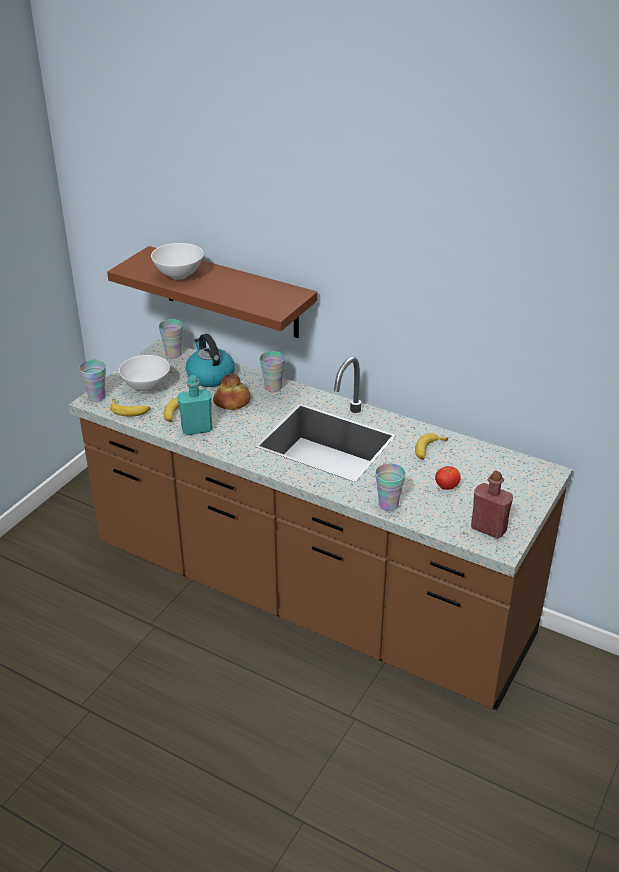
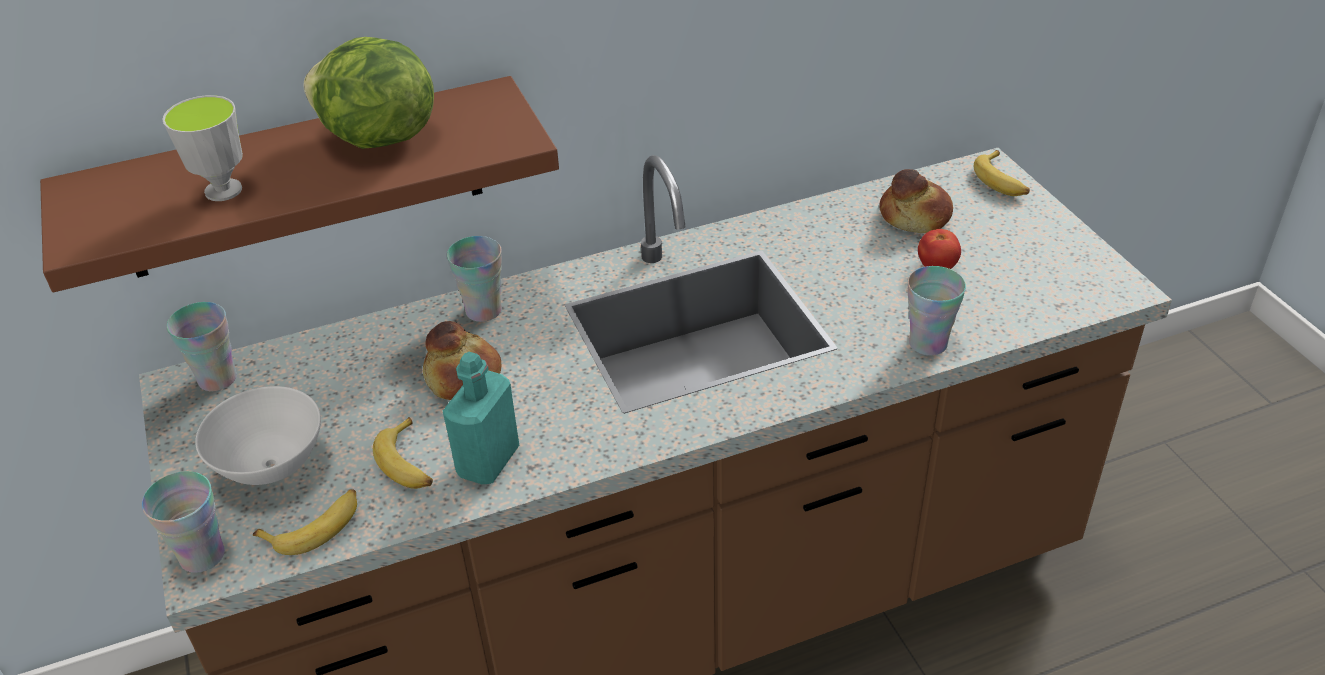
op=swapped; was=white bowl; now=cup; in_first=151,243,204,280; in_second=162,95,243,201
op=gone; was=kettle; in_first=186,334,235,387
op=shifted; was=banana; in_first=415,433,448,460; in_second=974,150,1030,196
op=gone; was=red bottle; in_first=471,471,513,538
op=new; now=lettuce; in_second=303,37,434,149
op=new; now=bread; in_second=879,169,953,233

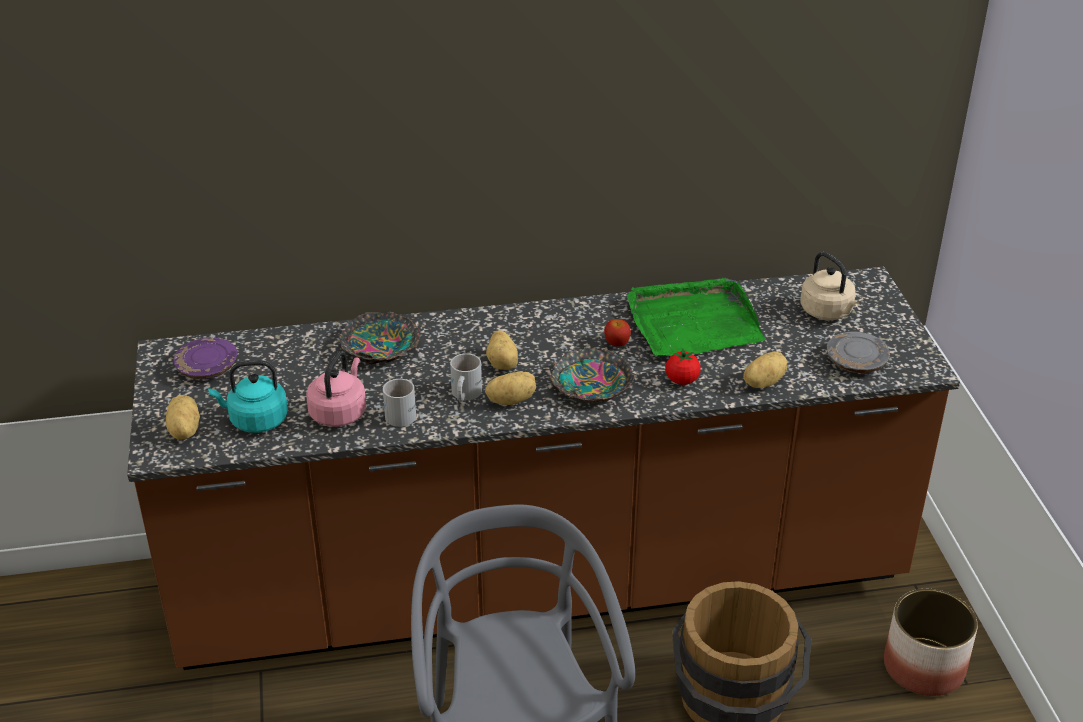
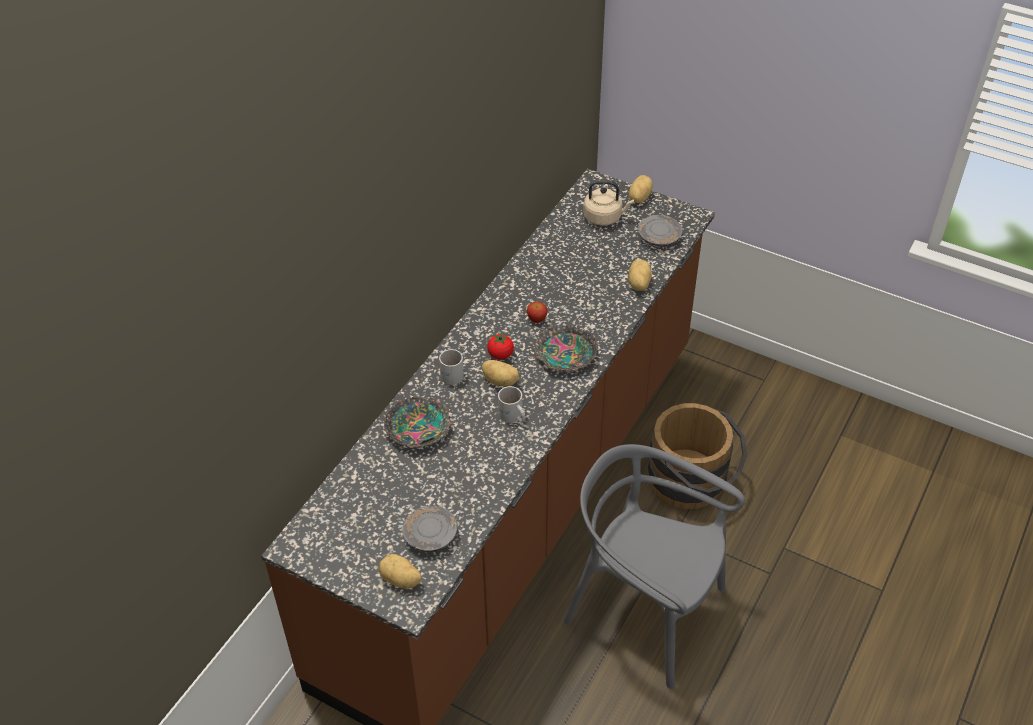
op=gone; was=purple plate; in_first=173,337,237,379
op=swapped; was=turquoise kettle; now=grey plate; in_first=208,360,288,433; in_second=402,506,457,552
op=gone; was=pink kettle; in_first=306,351,366,427
op=shifted; was=white mug; in_first=383,379,416,427; in_second=438,349,464,385
op=shifted; was=potato; in_first=485,372,536,405; in_second=629,175,653,203
op=gone; was=green tray; in_first=627,278,766,357
op=shifted; was=tomato; in_first=665,348,701,385; in_second=487,332,514,360
op=gone; was=planter; in_first=884,589,978,696

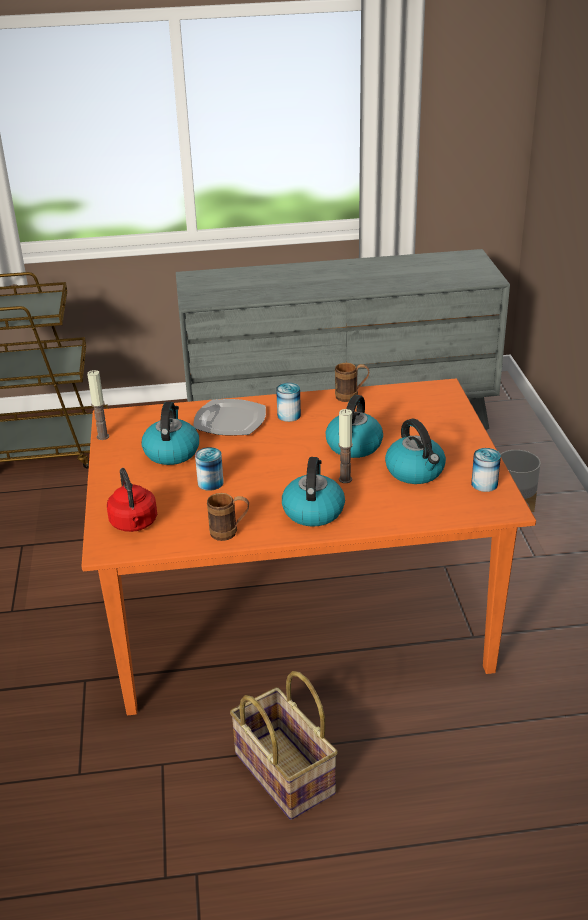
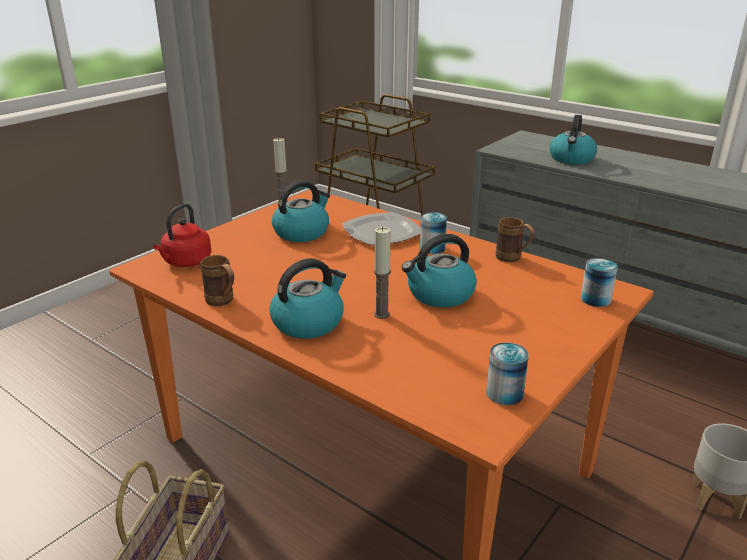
op=shifted; was=can; in_first=195,447,224,491; in_second=581,258,618,307
op=shifted; was=kettle; in_first=385,419,446,484; in_second=550,115,597,165

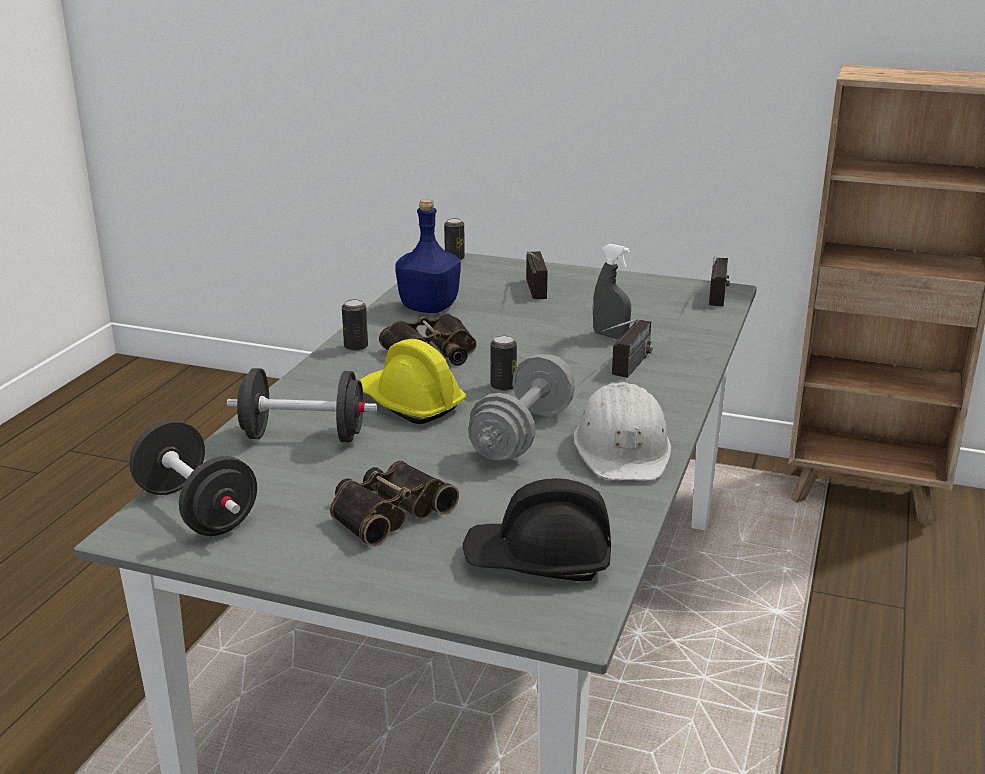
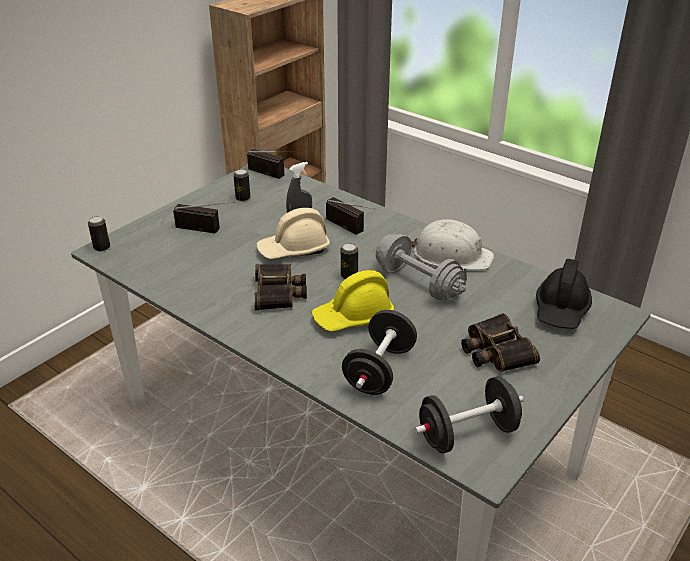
op=shifted; was=can; in_first=342,299,368,351; in_second=233,169,250,201
op=gone; was=blue bottle; in_first=395,199,461,313
op=new; now=beige hard hat; in_second=256,208,330,259

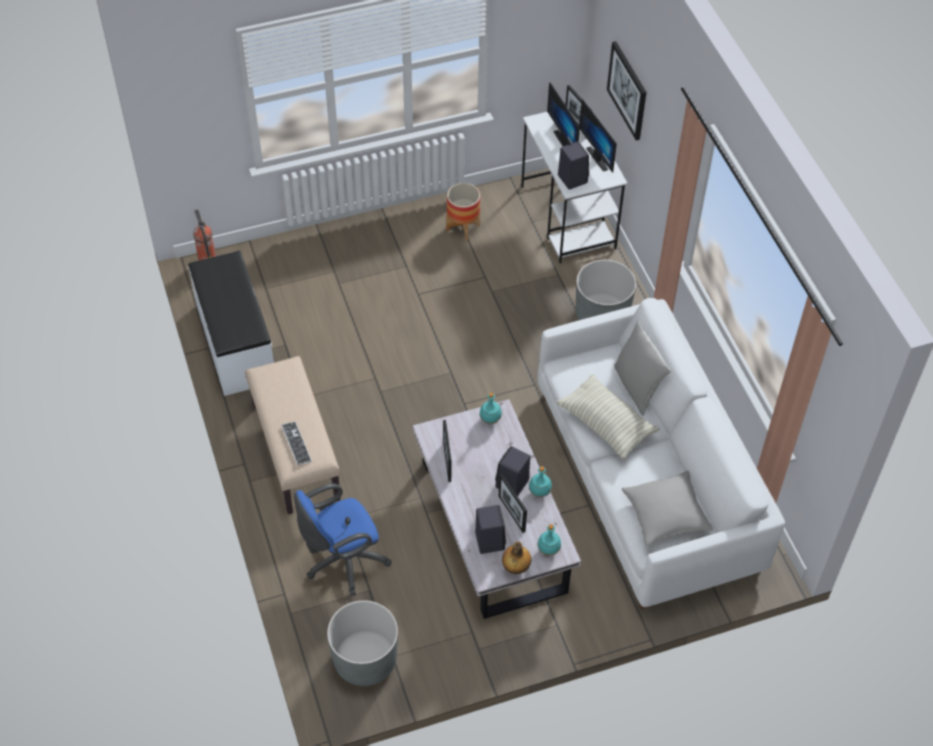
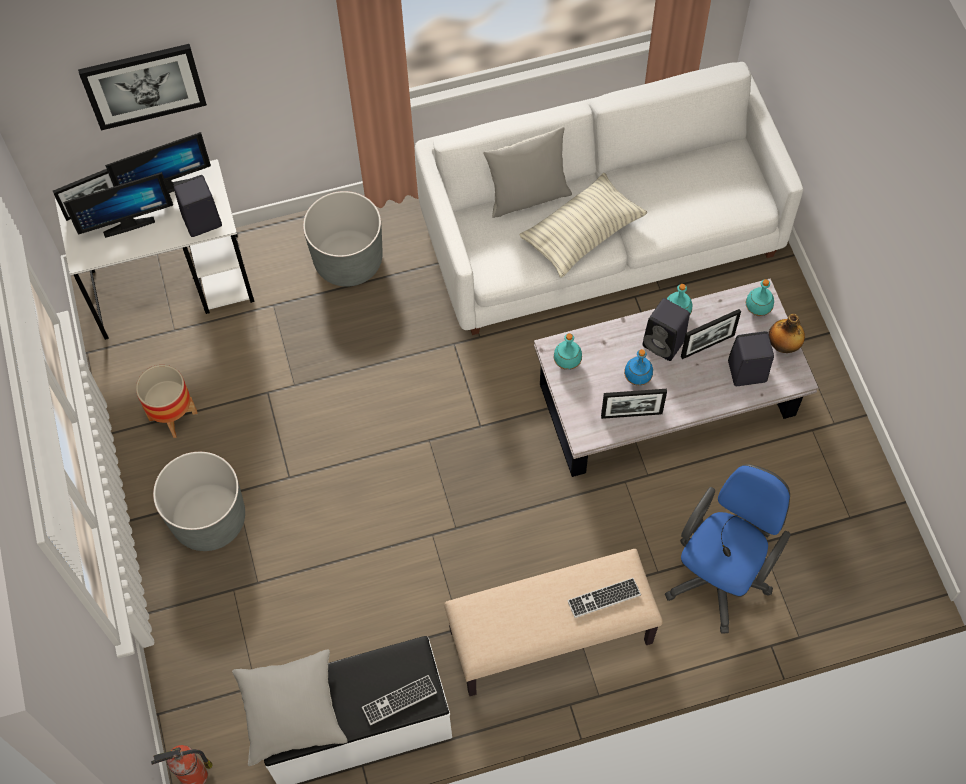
op=rotated; was=blue office chair; in_first=294,483,392,596; in_second=665,464,791,633; clockwise=-120
op=shifted; was=grey planter; in_first=327,600,398,686; in_second=153,452,245,551
op=shifted; was=grey pillow; in_first=622,470,713,547; in_second=232,650,348,766
op=new; now=keyboard; in_second=362,675,437,725
op=new; now=blue bottle; in_second=624,349,653,386

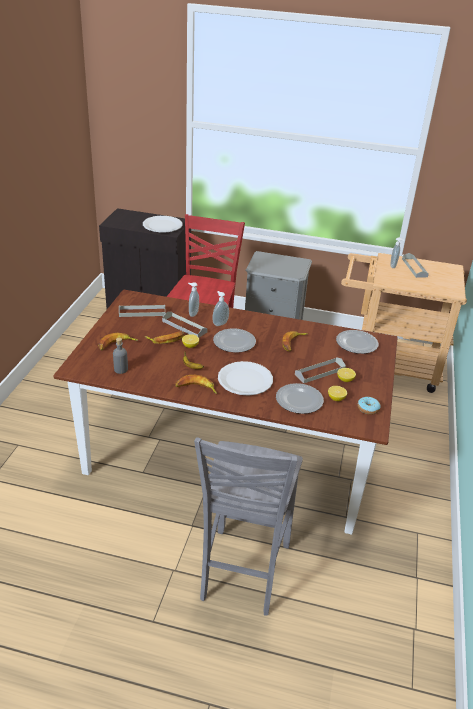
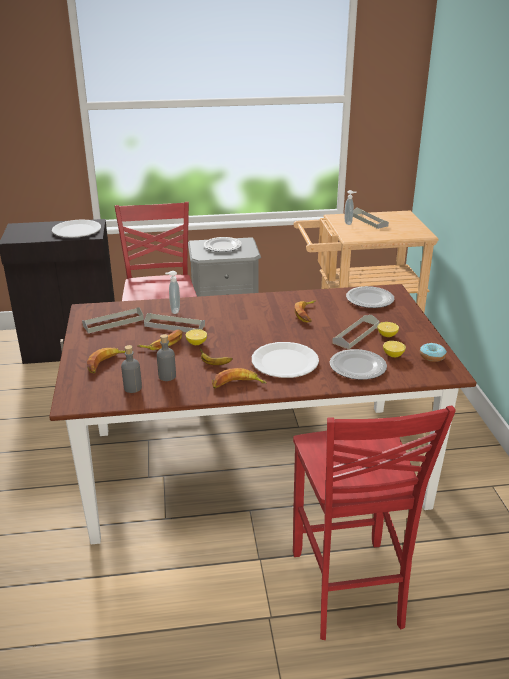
op=repainted; was=grey chair; now=red chair; in_first=194,437,303,616; in_second=293,406,456,640
op=gone; was=soap dispenser; in_first=213,291,229,326
op=shifted; was=plate; in_first=213,328,256,353; in_second=204,237,242,252
op=new; now=grey bottle; in_second=157,334,176,381

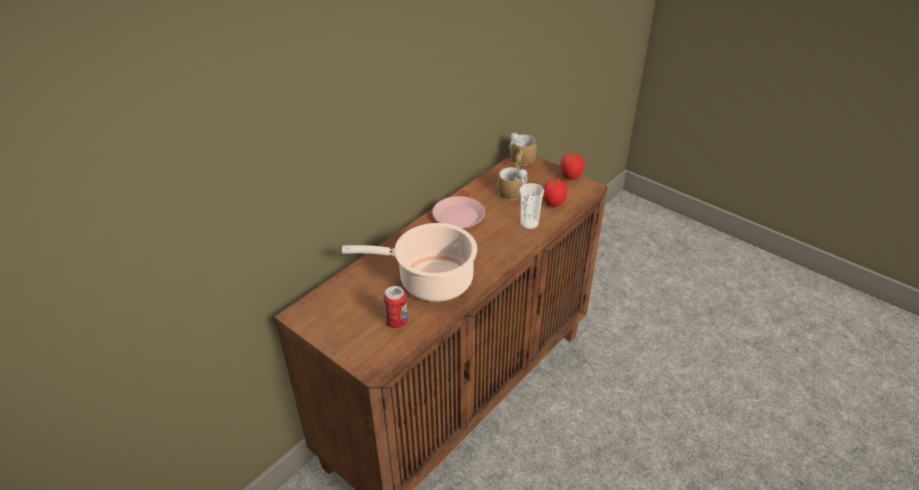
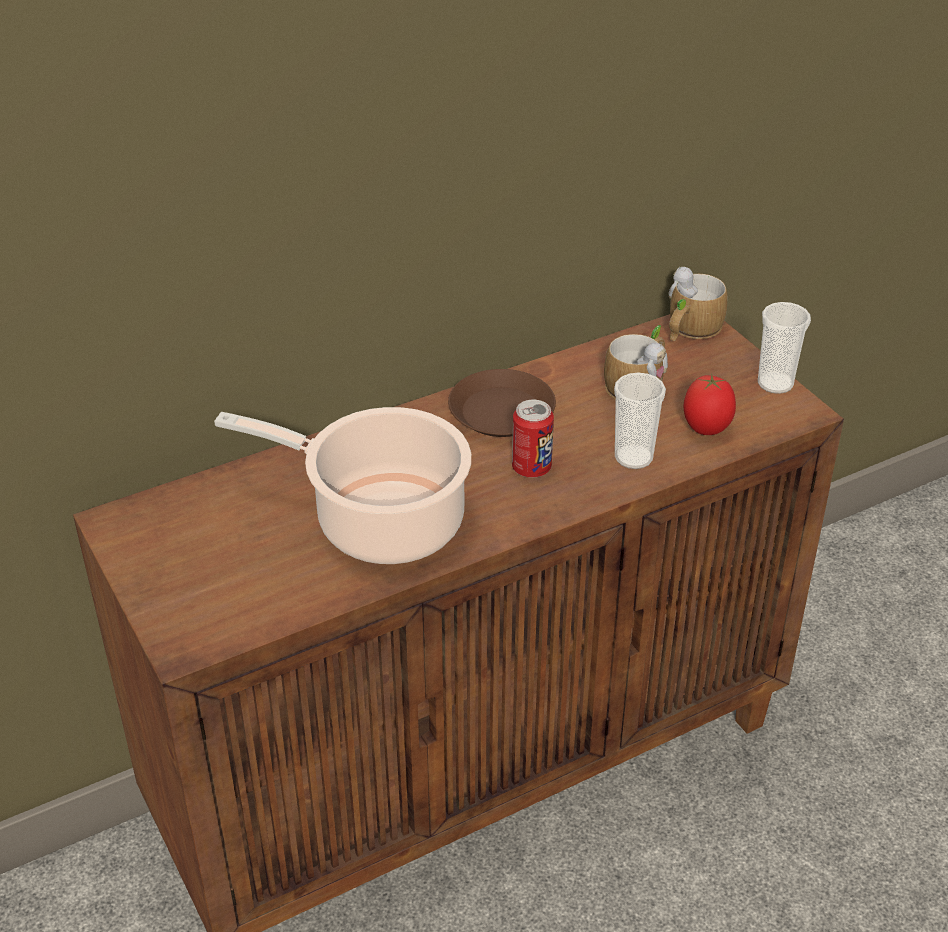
op=shifted; was=can; in_first=383,286,408,328; in_second=512,400,554,478
op=repainted; was=pink plate; now=brown plate; in_first=432,196,485,229; in_second=448,369,556,437
op=swapped; was=tomato; now=cup; in_first=560,153,584,180; in_second=758,302,811,394

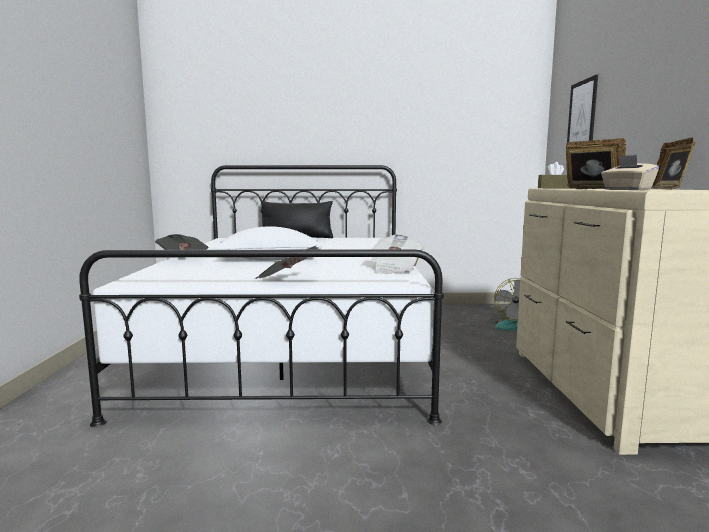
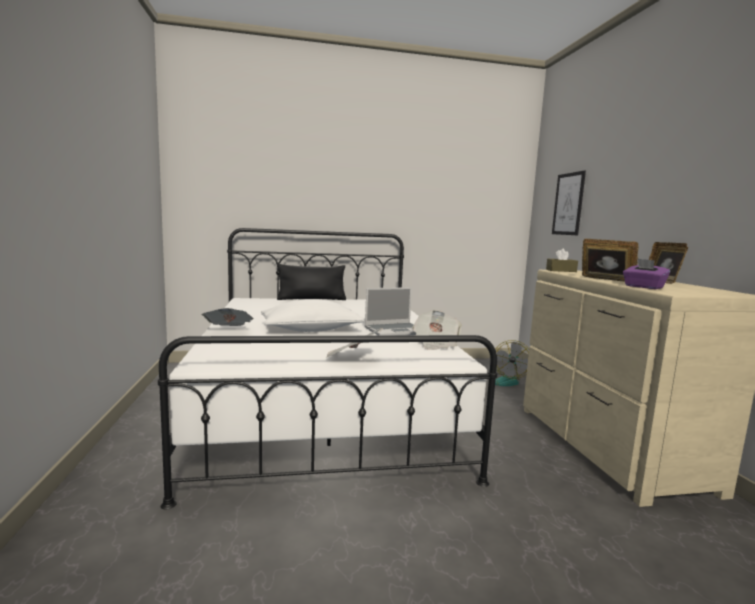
op=repainted; was=beige tissue box; now=purple tissue box; in_first=601,155,659,190; in_second=623,259,670,289
op=new; now=laptop; in_second=365,287,416,336

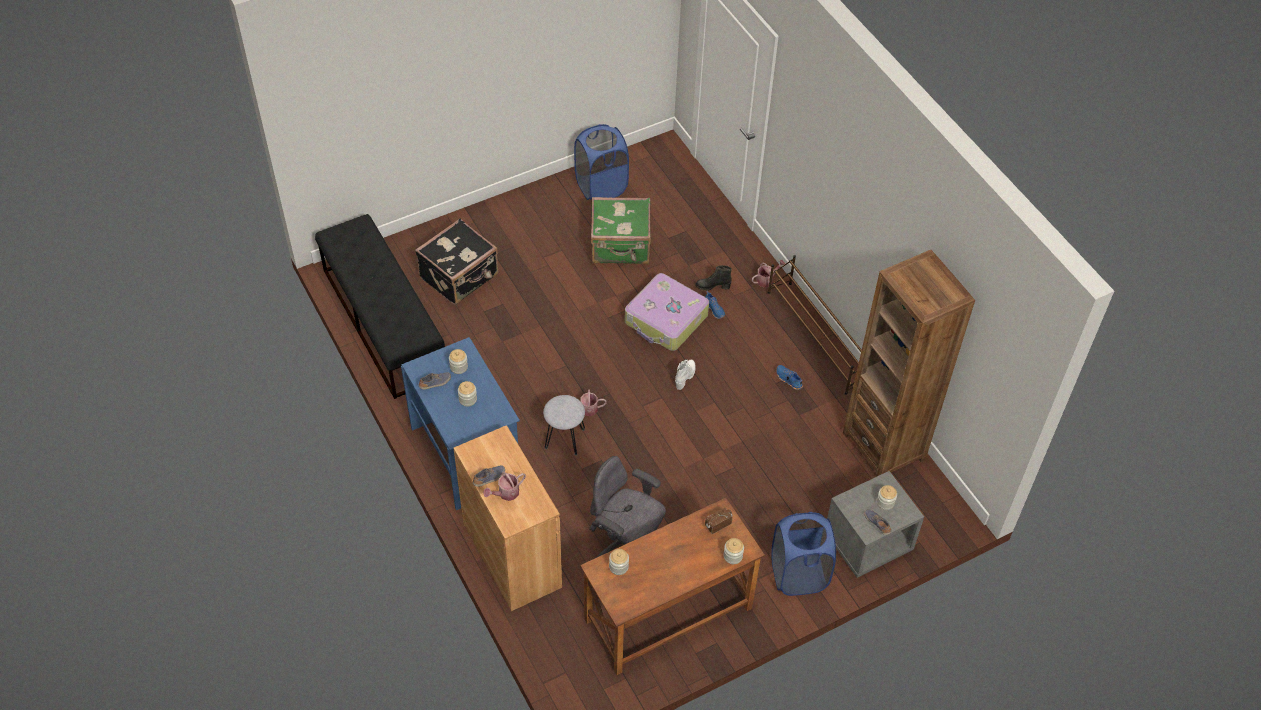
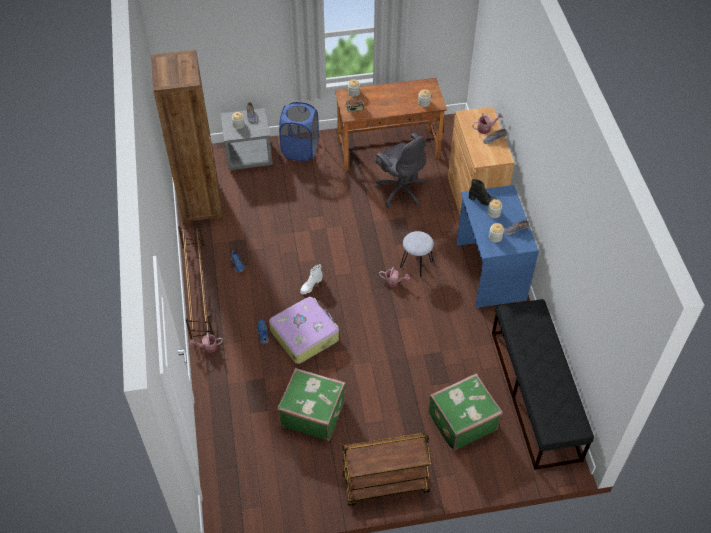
op=repainted; was=black suitcase; now=green suitcase; in_first=415,218,499,305; in_second=428,374,503,451
op=gone; was=blue laundry basket; in_first=574,124,629,200
op=shifted; was=black boot; in_first=695,265,732,291; in_second=469,179,497,206
op=new; now=brown cart; in_second=342,433,431,506

